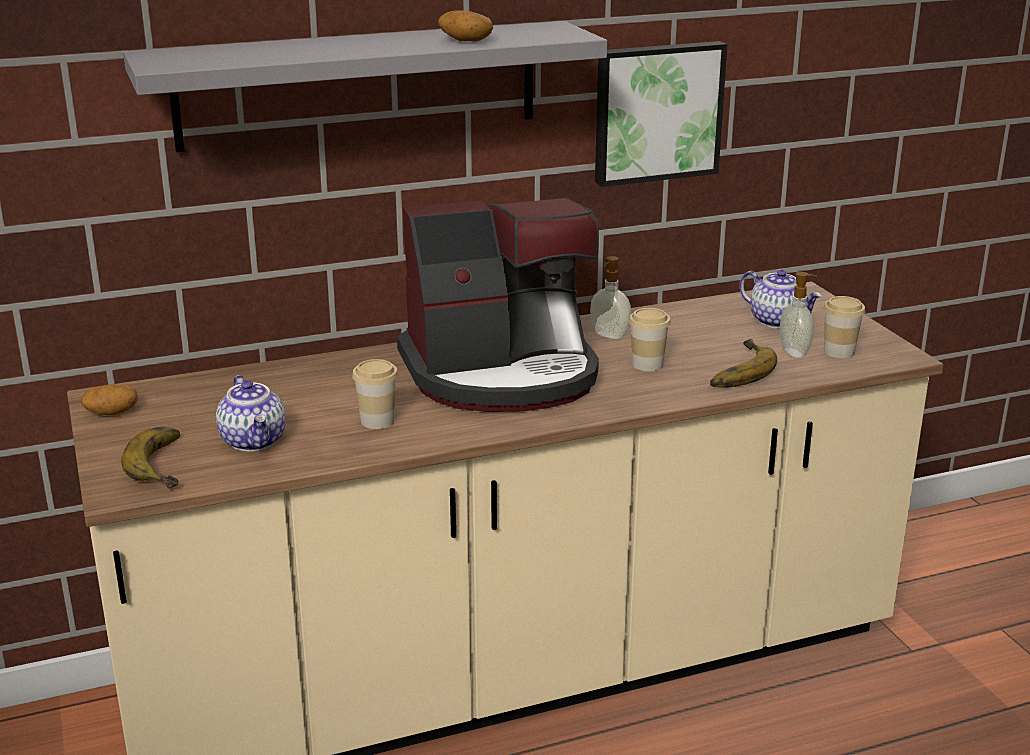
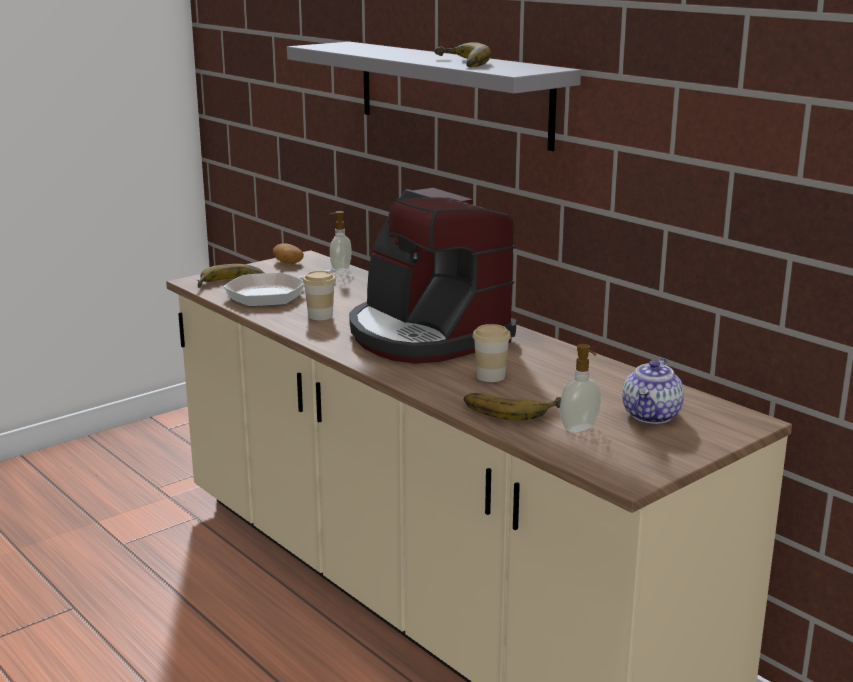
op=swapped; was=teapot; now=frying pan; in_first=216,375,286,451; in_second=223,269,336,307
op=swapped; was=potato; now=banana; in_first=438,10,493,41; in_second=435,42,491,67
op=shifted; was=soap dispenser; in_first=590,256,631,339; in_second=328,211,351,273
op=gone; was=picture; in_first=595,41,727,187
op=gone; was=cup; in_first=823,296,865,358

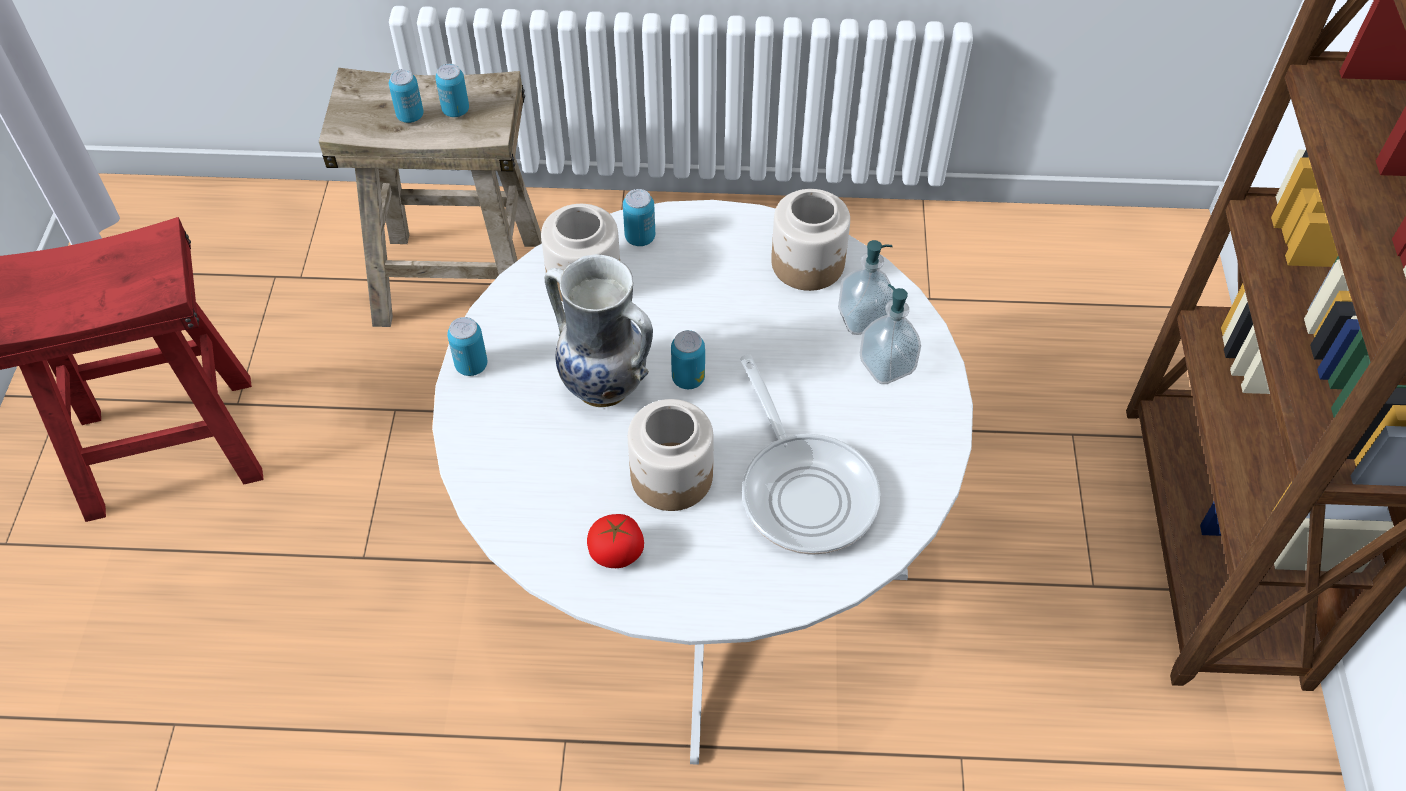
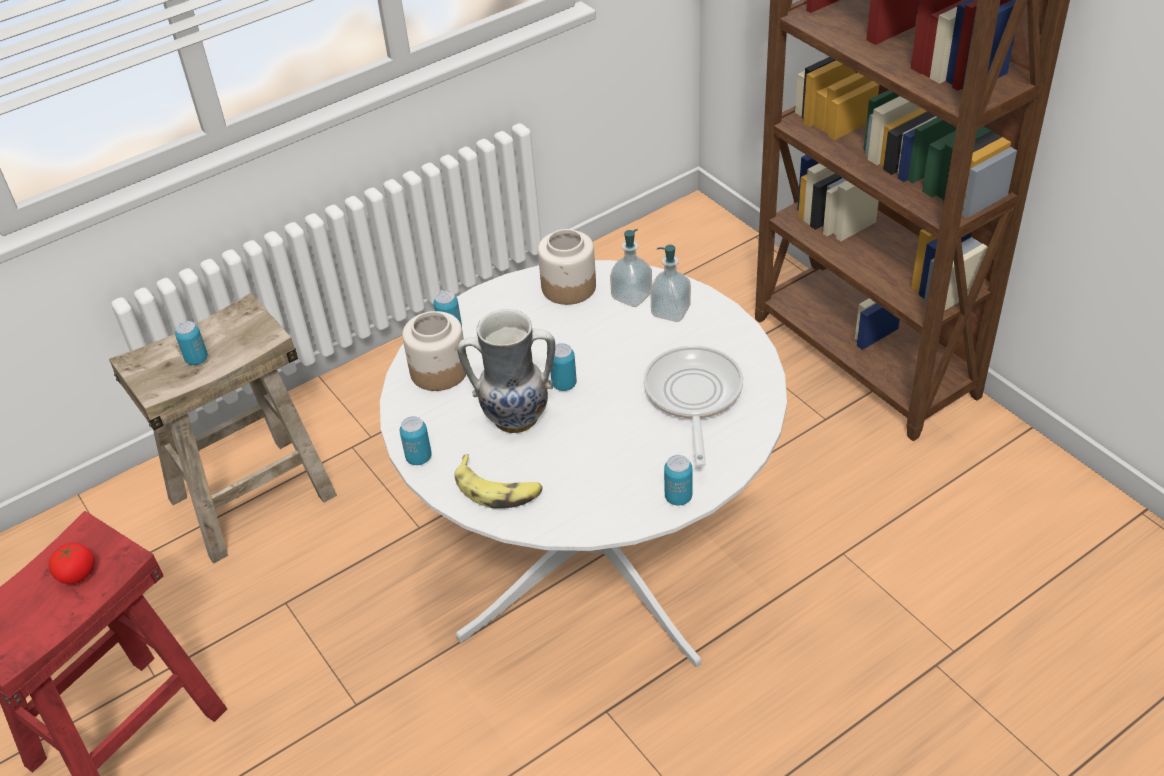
op=shifted; was=can; in_first=435,64,469,117; in_second=664,455,692,505
op=shifted; was=tomato; in_first=587,514,644,568; in_second=49,543,95,584
op=gone; was=jar; in_first=628,399,714,511
op=rotated; was=frying pan; in_first=740,354,880,555; in_second=644,345,743,467; clockwise=-120
op=new; now=banana; in_second=454,454,543,509

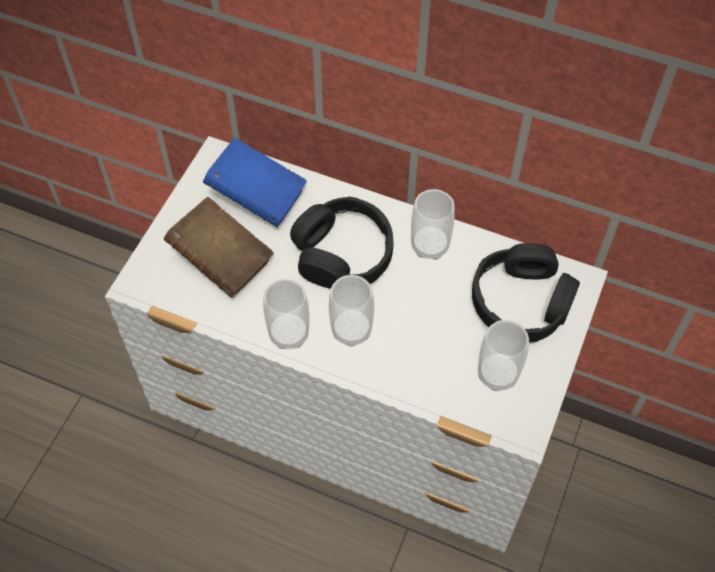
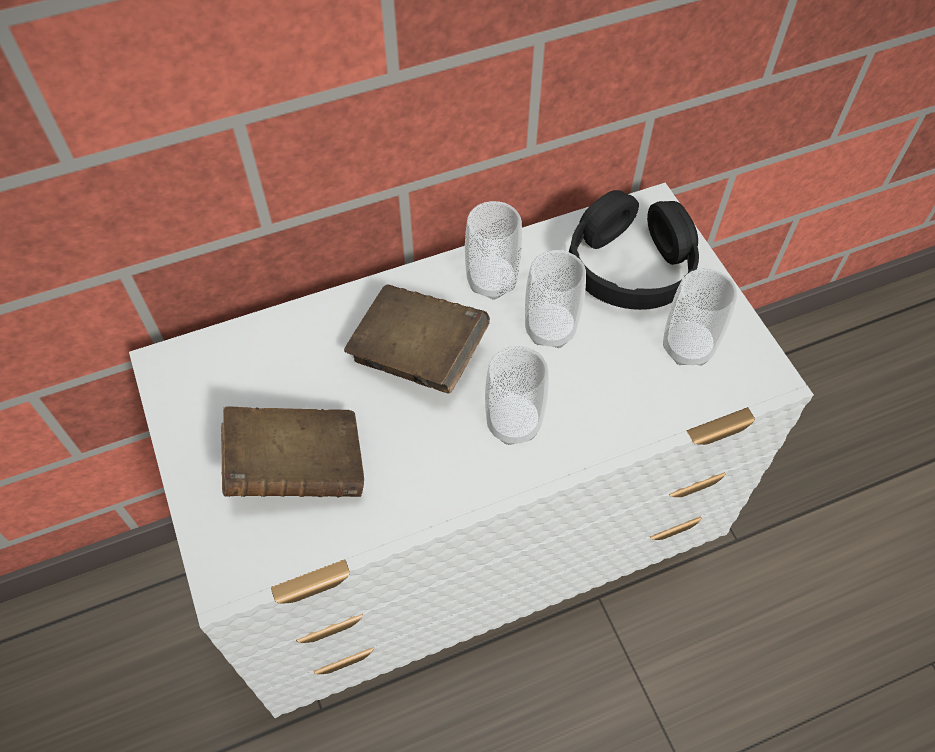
op=gone; was=blue book; in_first=203,138,307,227
op=shifted; was=cup; in_first=263,279,309,349; in_second=525,250,586,348
op=swapped; was=black headphones; now=brown book; in_first=290,197,393,289; in_second=344,284,490,394

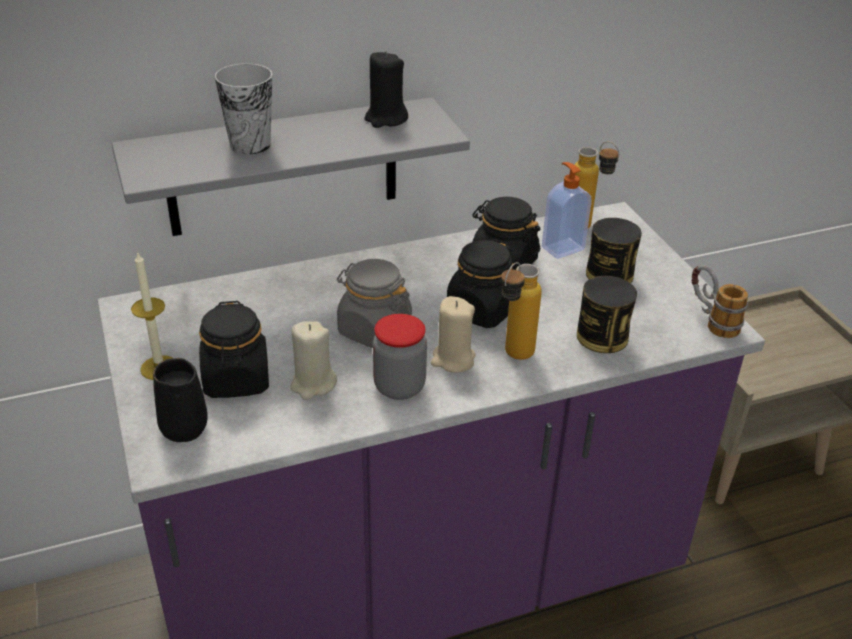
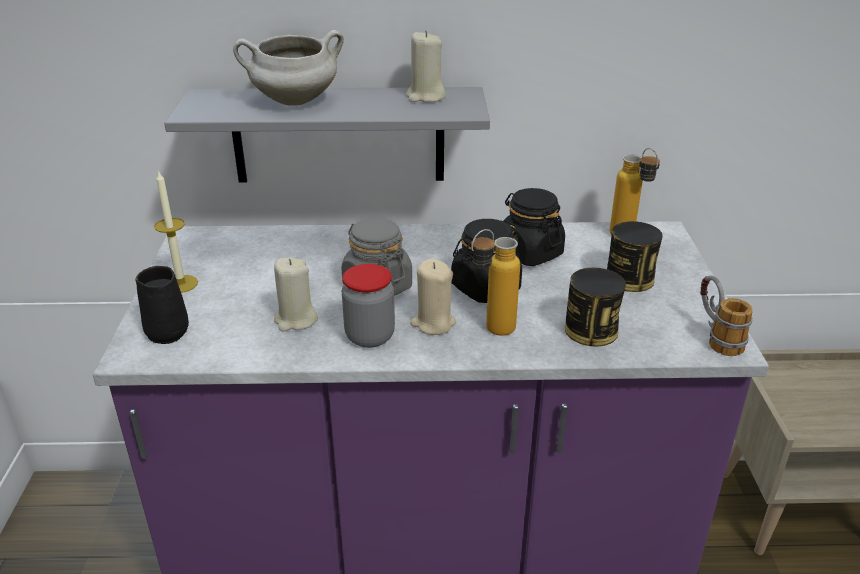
op=gone; was=black jar; in_first=199,301,269,398
op=swapped; was=cup; now=white cooking pot; in_first=215,63,272,155; in_second=233,30,344,106
op=repainted; was=black candle; now=beige candle; in_first=364,51,408,128; in_second=406,30,446,102
op=gone; was=soap dispenser; in_first=542,162,592,259

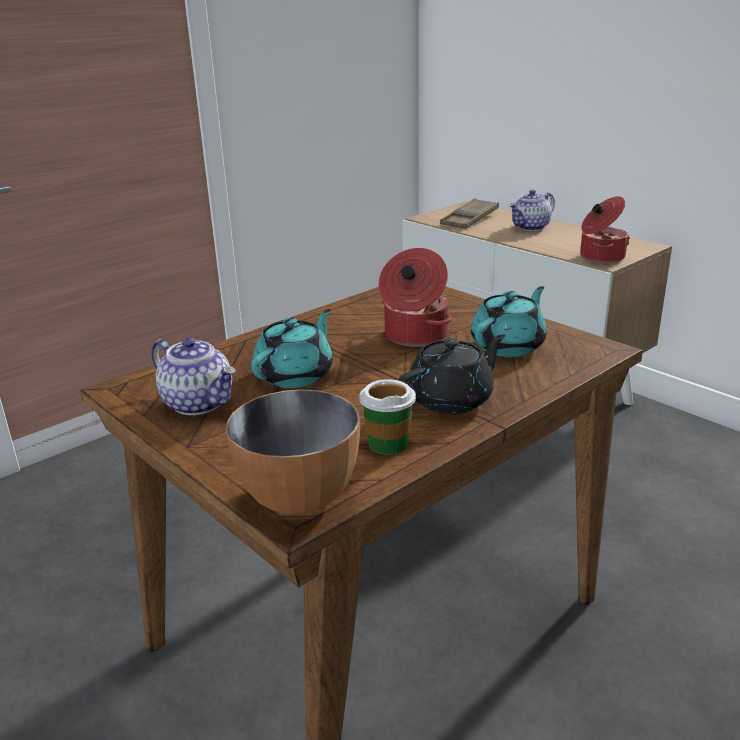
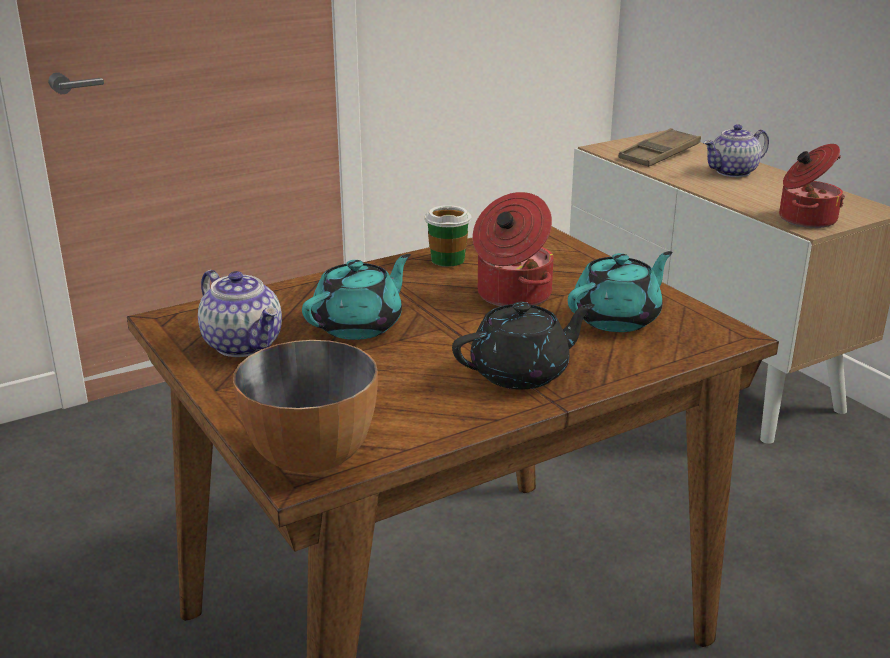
op=shifted; was=cup; in_first=359,379,416,455; in_second=425,205,471,267

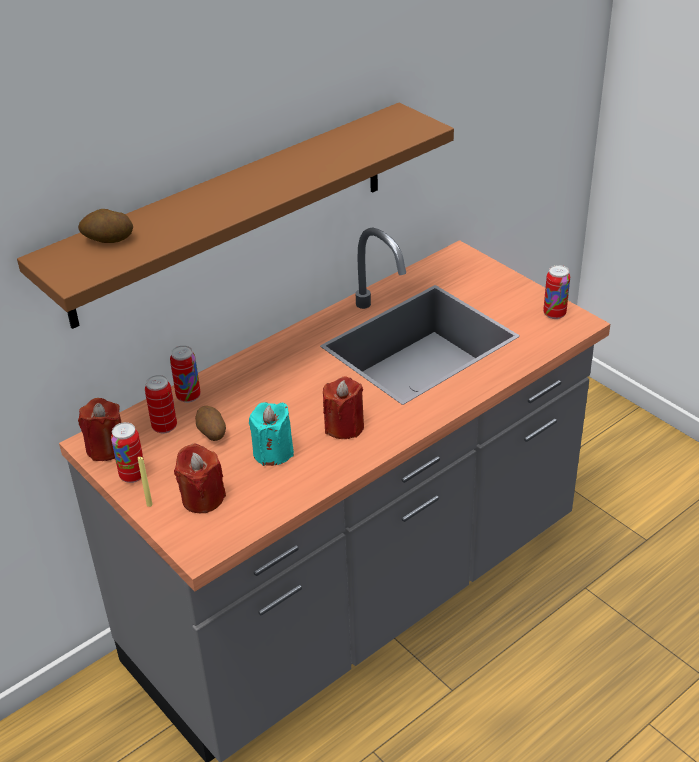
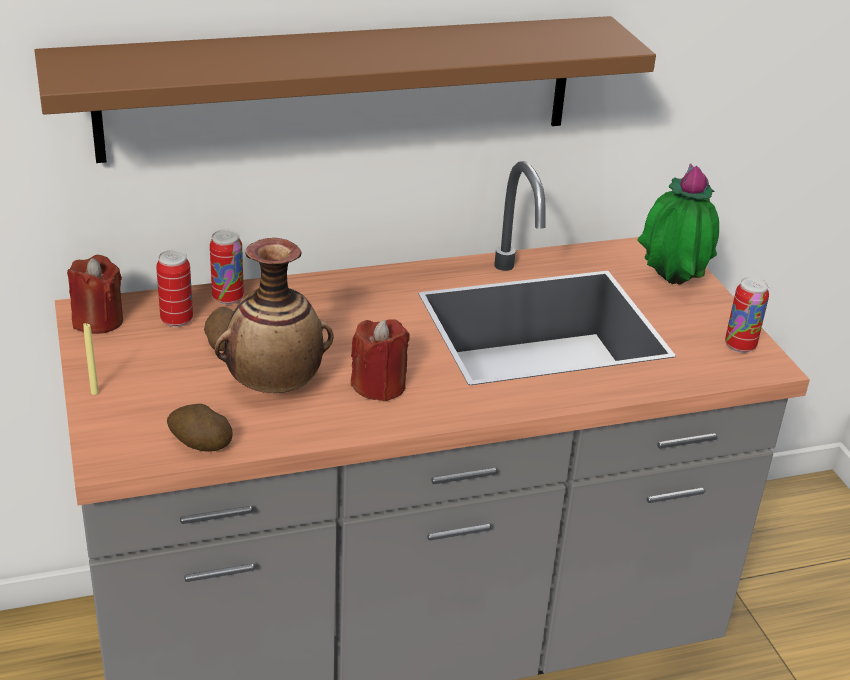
op=shifted; was=potato; in_first=78,209,133,243; in_second=167,404,232,452
op=gone; was=can; in_first=111,422,144,483
op=gone; was=red candle; in_first=174,443,226,513
op=swapped; was=turquoise candle; now=vase; in_first=249,402,294,466; in_second=215,238,333,393
op=new; now=potted plant; in_second=637,163,719,285

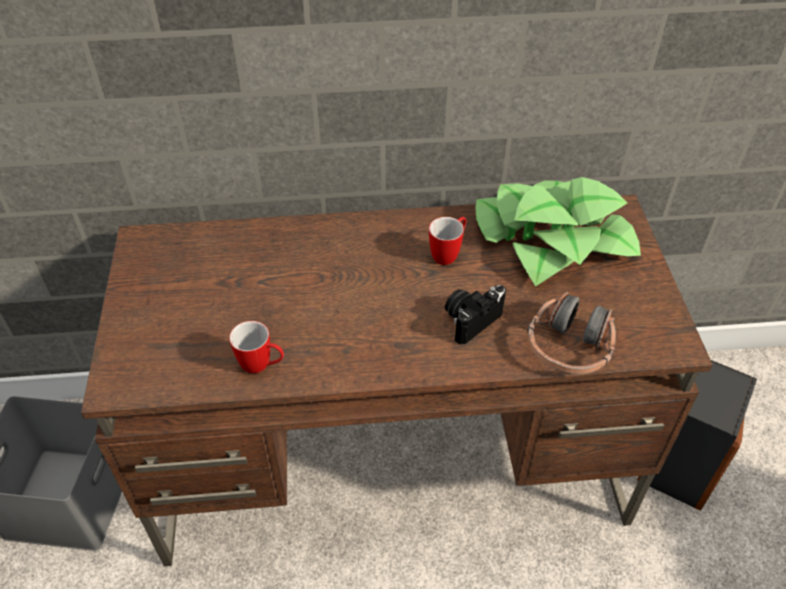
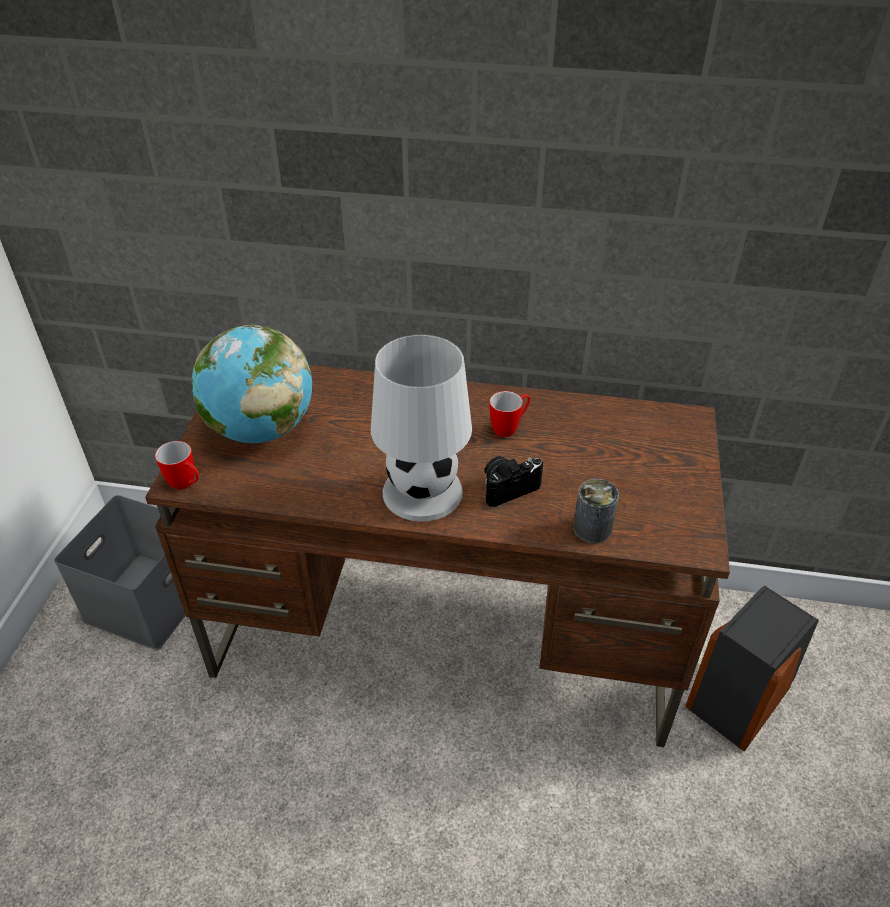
op=shifted; was=mug; in_first=229,321,284,374; in_second=155,441,199,490
op=gone; was=potted plant; in_first=475,177,641,286
op=swapped; was=headphones; now=can; in_first=527,292,616,374; in_second=573,479,619,543
op=new; now=globe; in_second=192,325,312,443
op=new; now=white table lamp; in_second=371,334,472,522

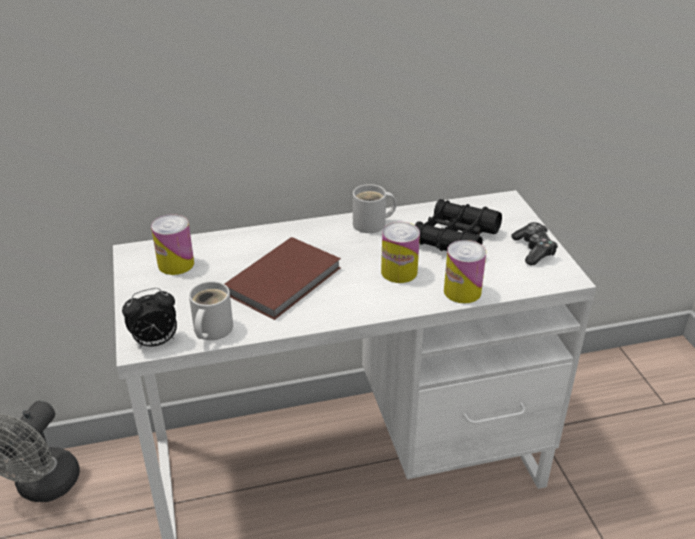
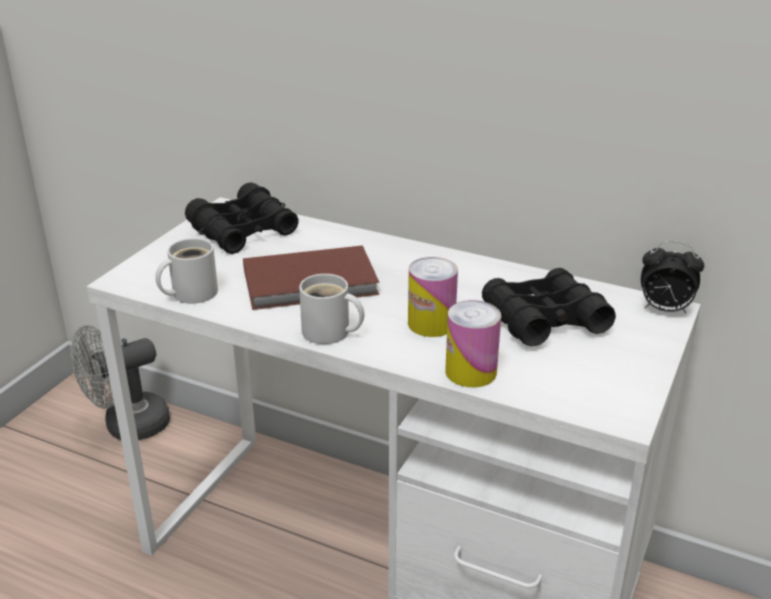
op=shifted; was=alarm clock; in_first=122,288,177,349; in_second=641,241,704,314
op=swapped; was=can; now=black binoculars; in_first=151,214,194,275; in_second=185,183,299,254
op=shifted; was=white mug; in_first=353,184,397,233; in_second=299,274,364,344
op=gone; was=game controller; in_first=511,222,558,265

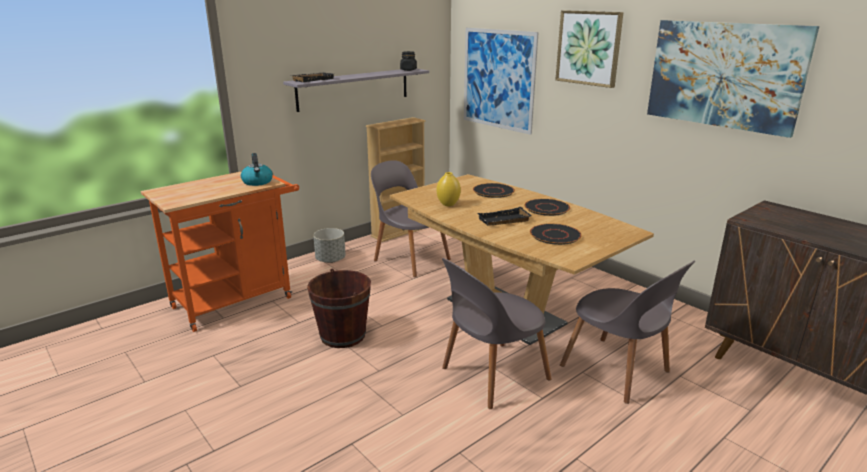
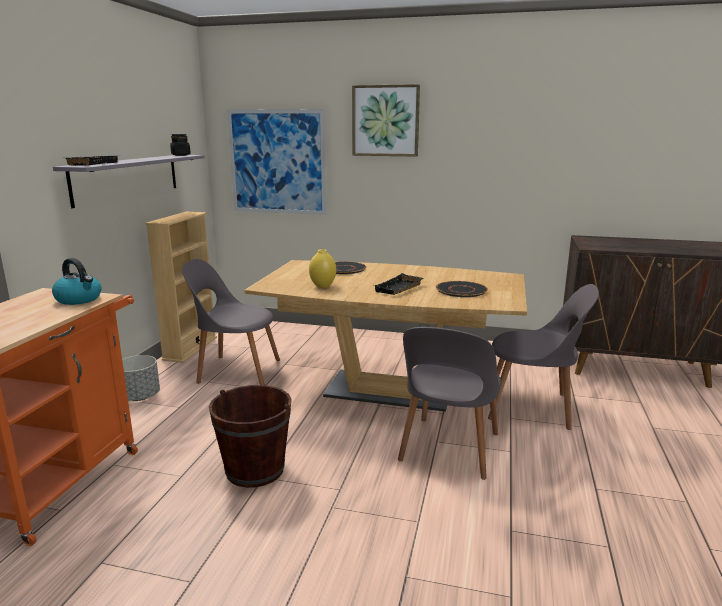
op=gone; was=black plate; in_first=524,199,570,216
op=gone; was=picture; in_first=647,20,819,138

